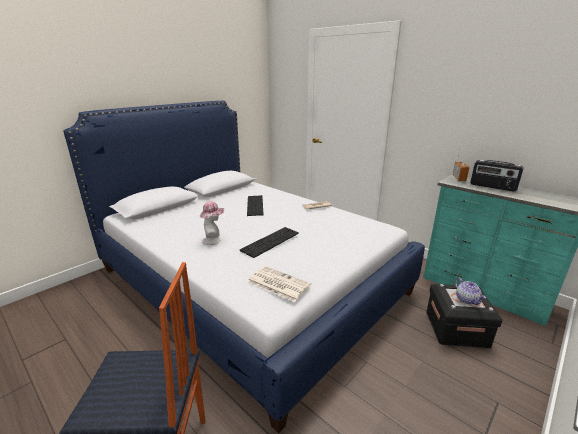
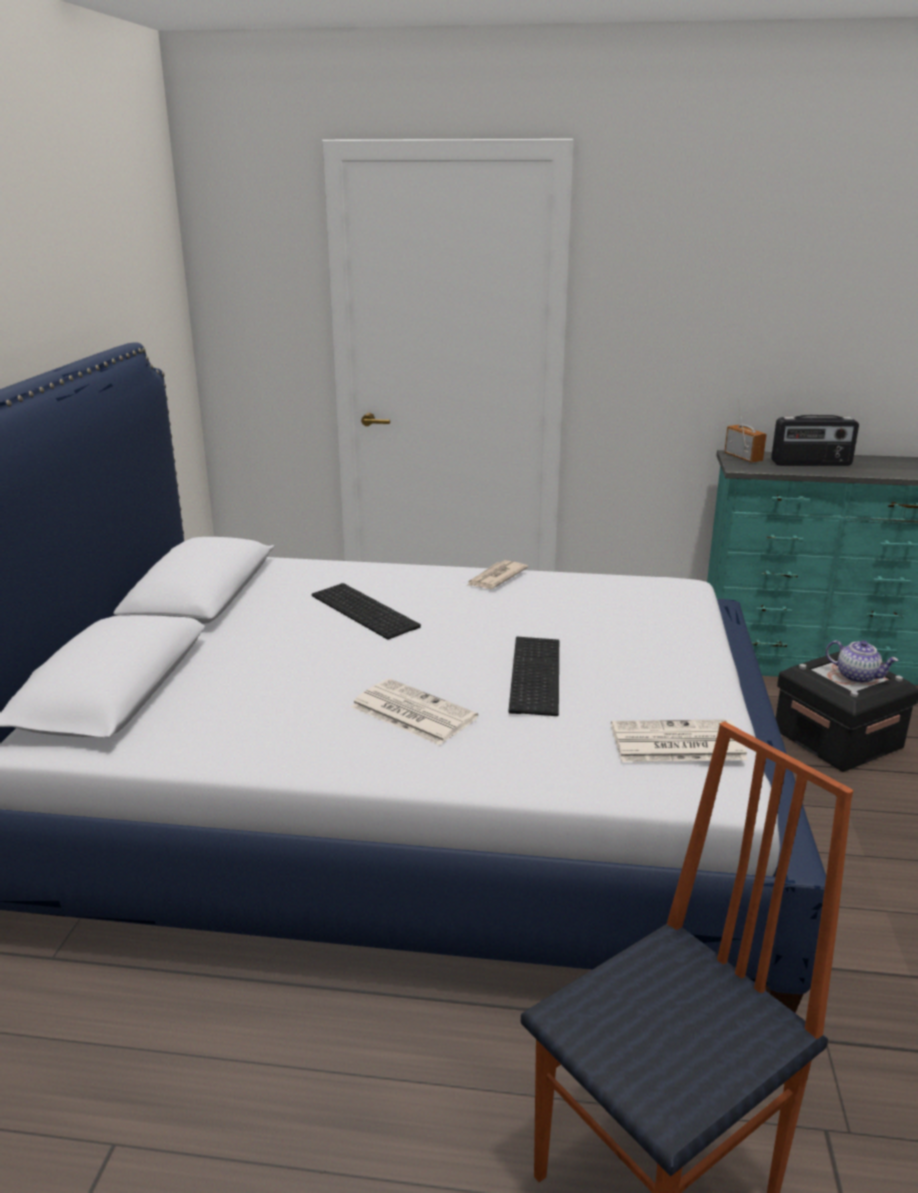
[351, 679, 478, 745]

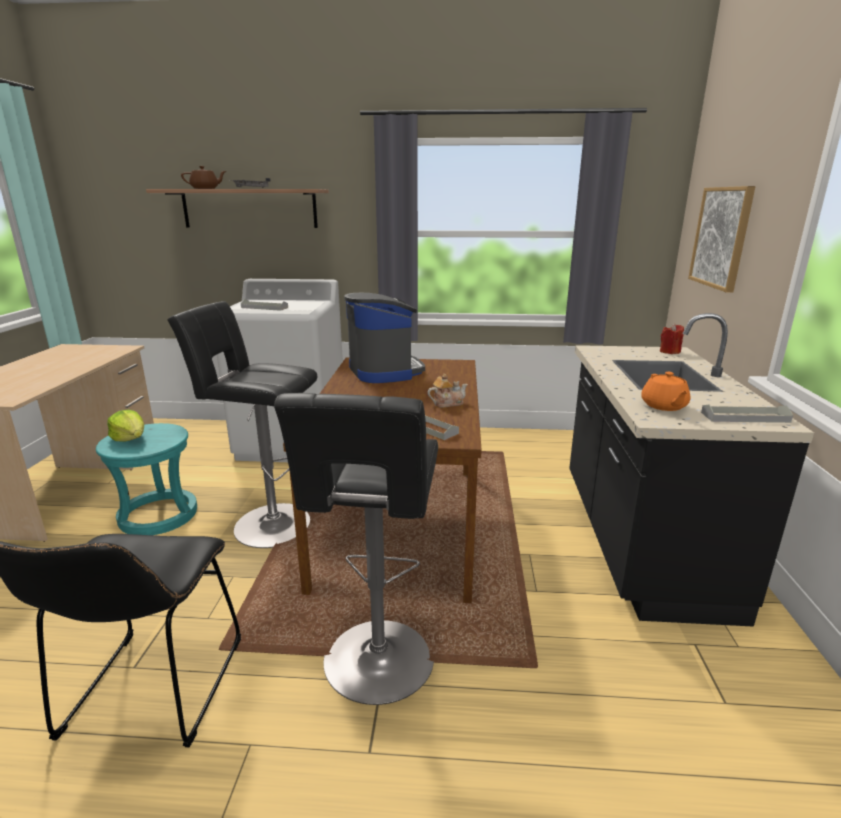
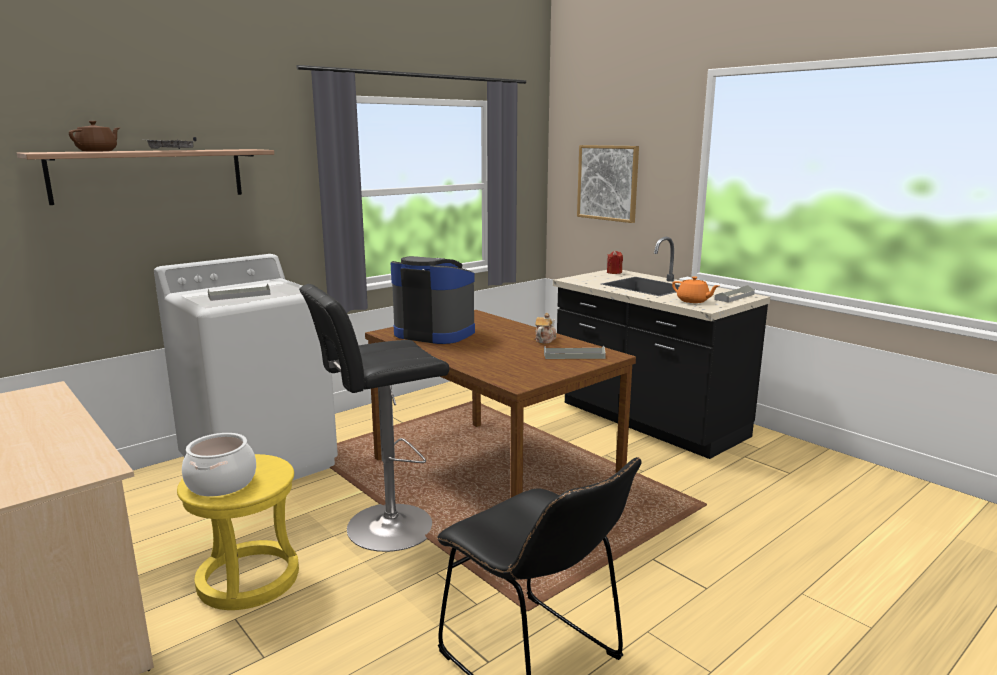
[274, 393, 438, 705] (first image)
[182, 433, 256, 497]
[177, 454, 299, 610]

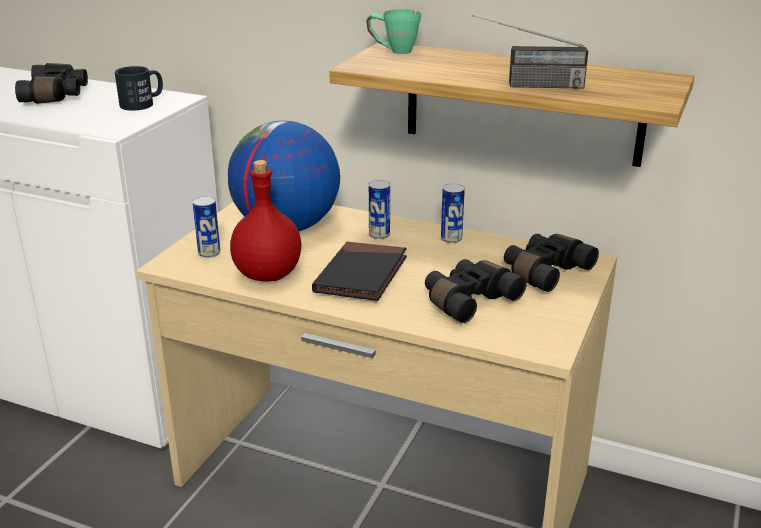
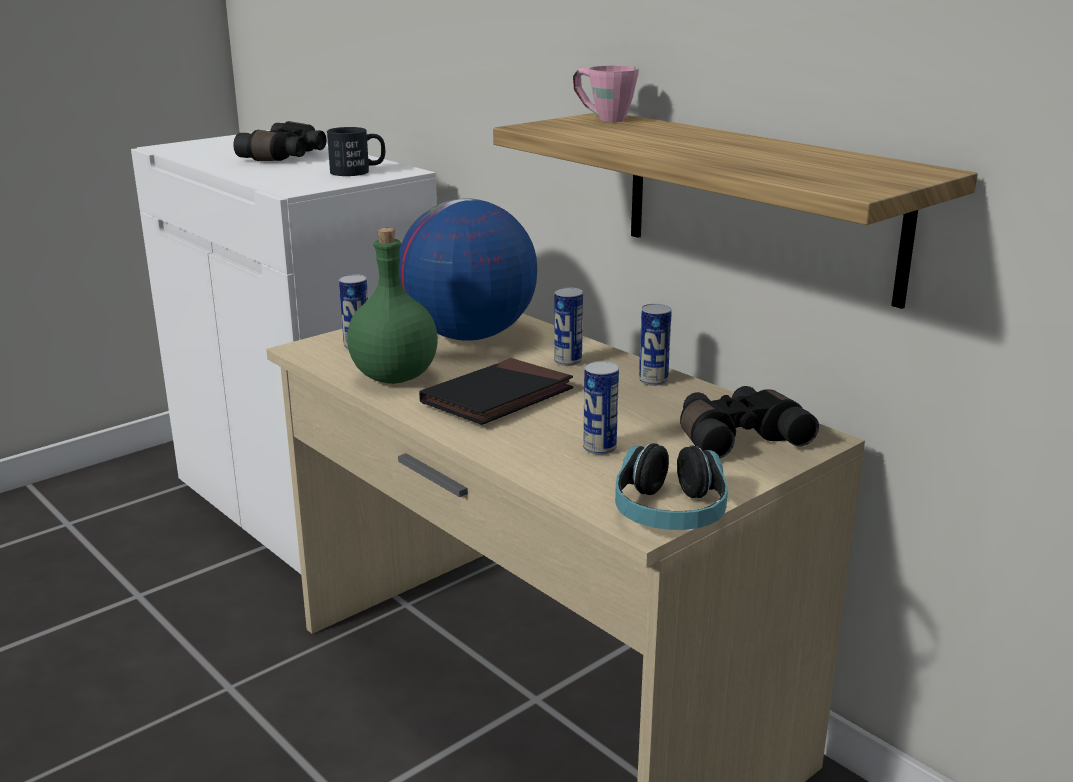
[573, 66, 639, 122]
[472, 15, 588, 89] (first image)
[347, 228, 438, 384]
[583, 361, 619, 455]
[615, 443, 728, 530]

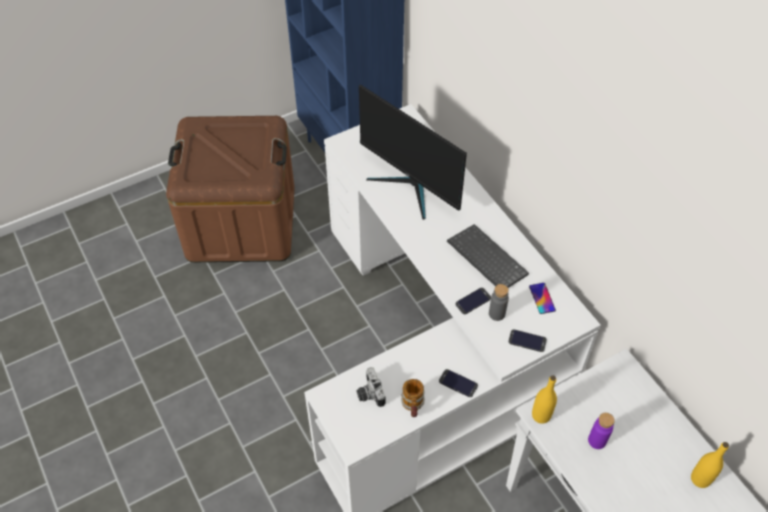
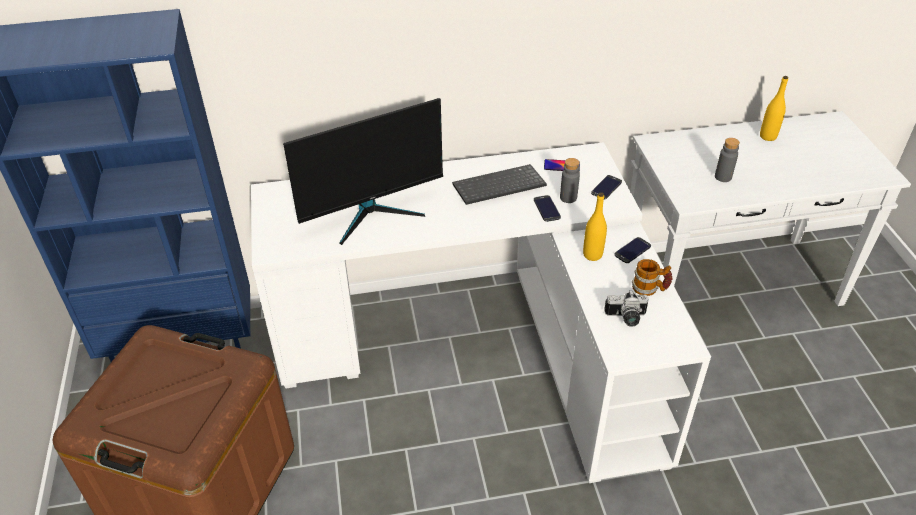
[583, 192, 607, 261]
[715, 138, 740, 182]

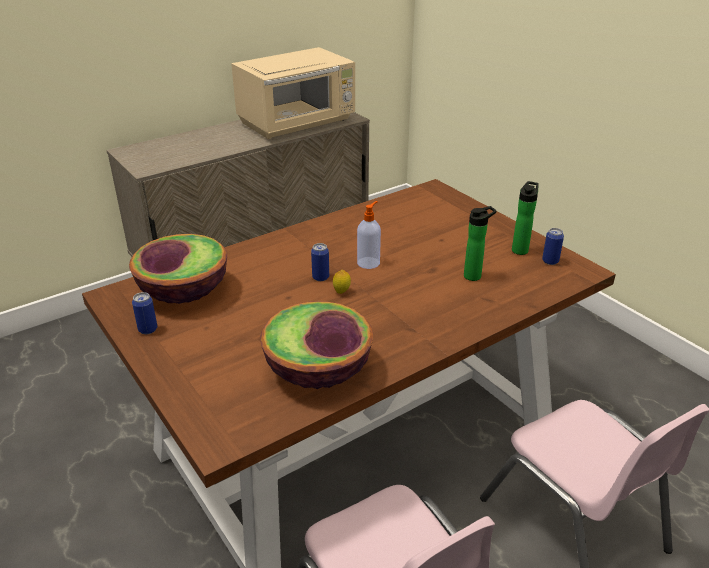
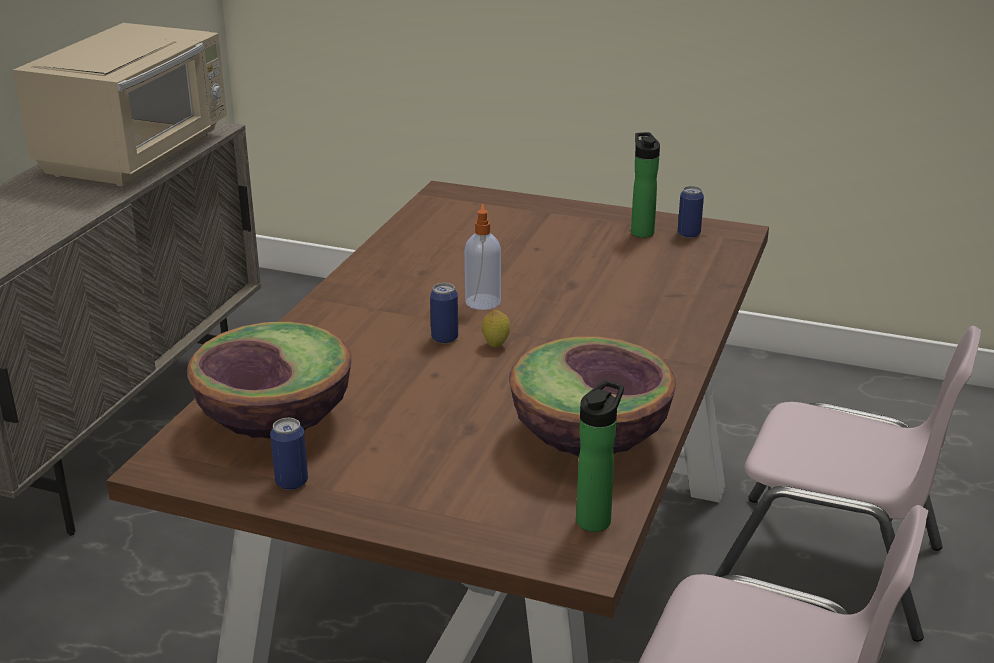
[576, 380, 624, 532]

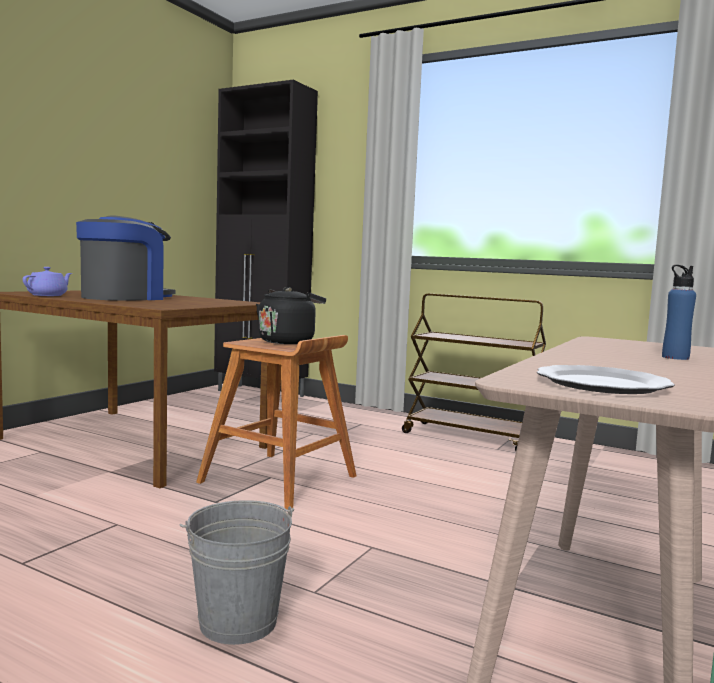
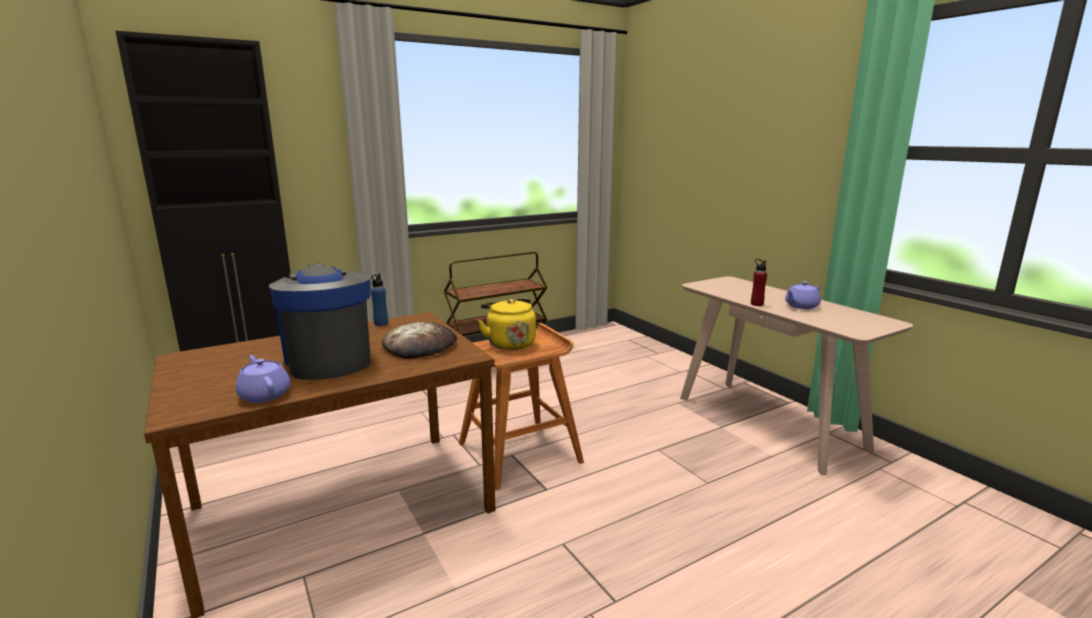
[371, 273, 388, 326]
[478, 299, 536, 350]
[537, 365, 675, 394] (first image)
[180, 500, 294, 645] (first image)
[751, 259, 767, 306]
[785, 281, 821, 309]
[382, 322, 457, 359]

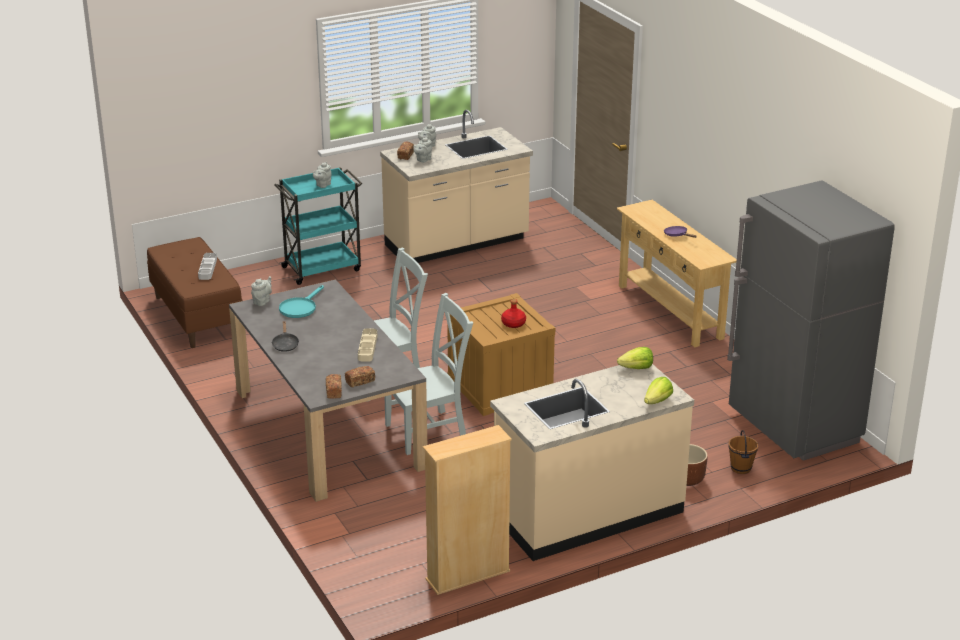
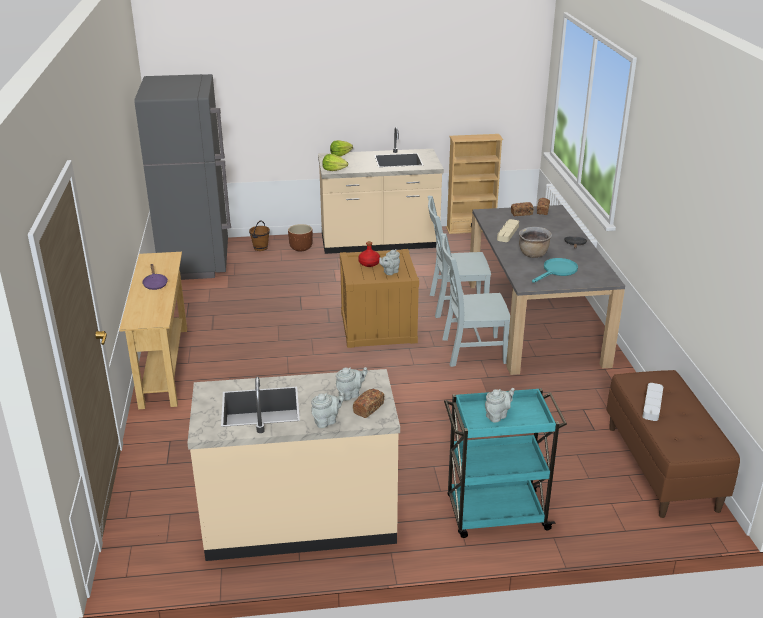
[379, 249, 400, 275]
[519, 227, 552, 258]

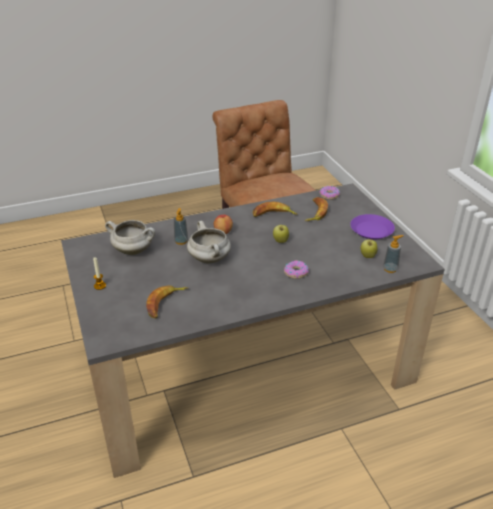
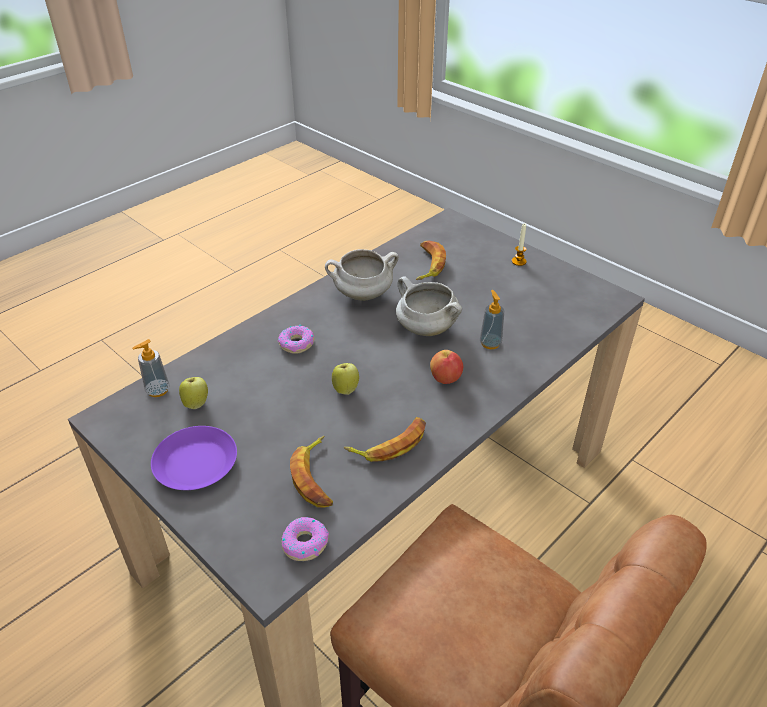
[325, 249, 399, 301]

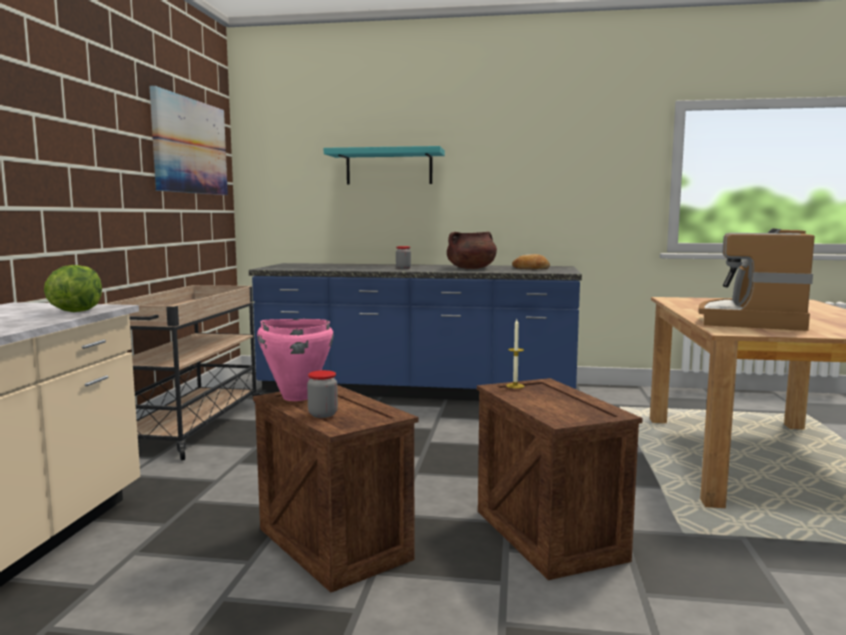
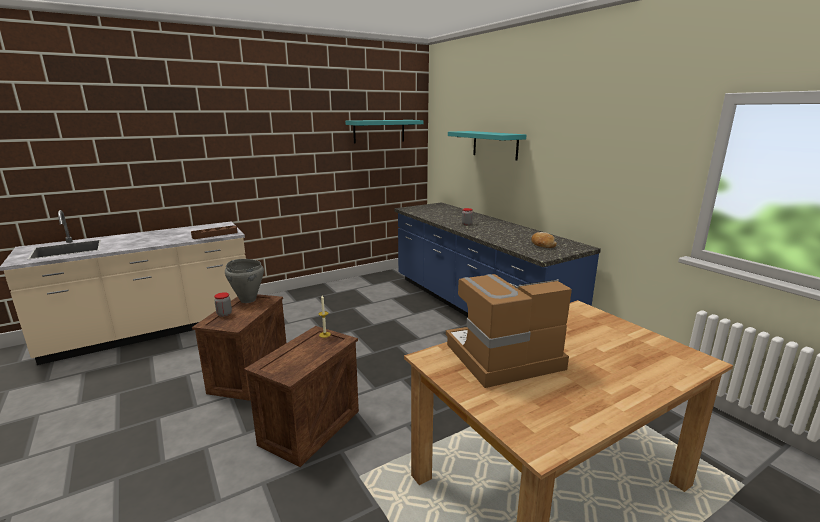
[345, 120, 424, 143]
[447, 232, 497, 269] (first image)
[191, 226, 238, 239]
[105, 285, 266, 461] (first image)
[225, 259, 264, 303]

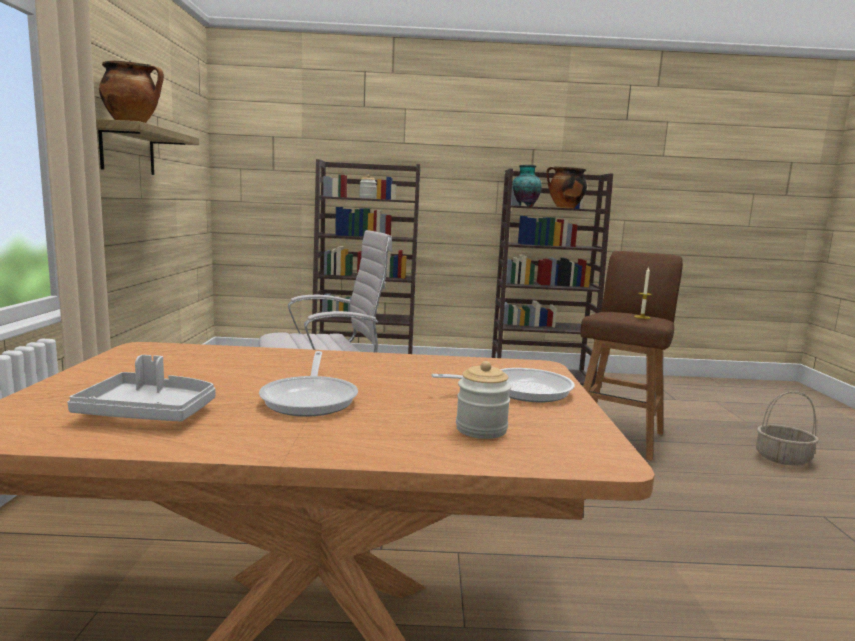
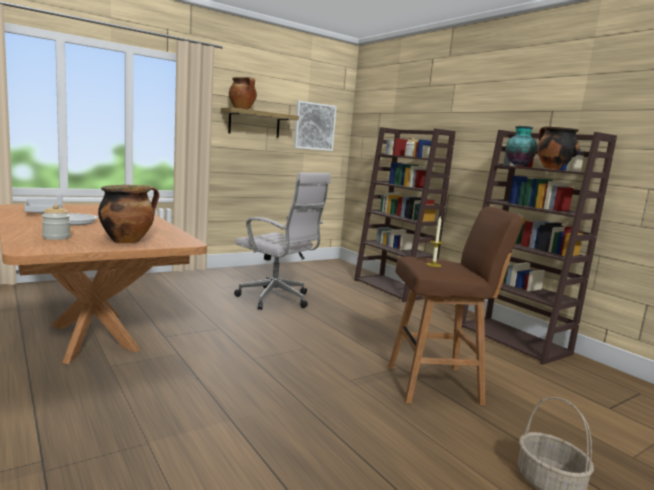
[98, 185, 159, 243]
[294, 101, 337, 151]

